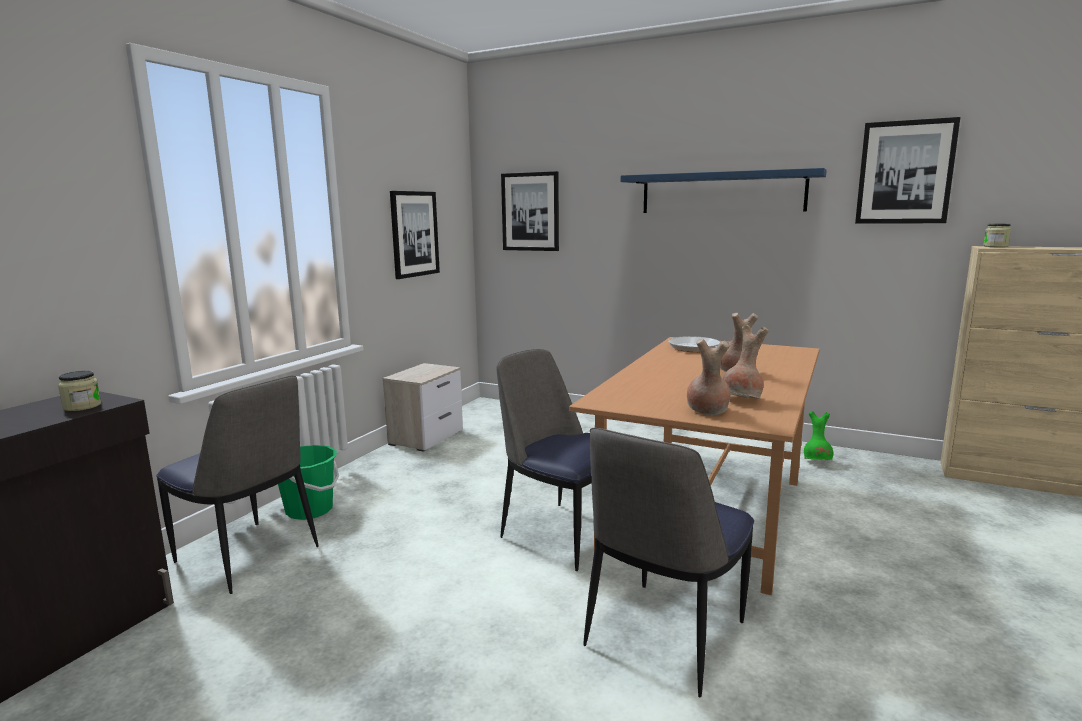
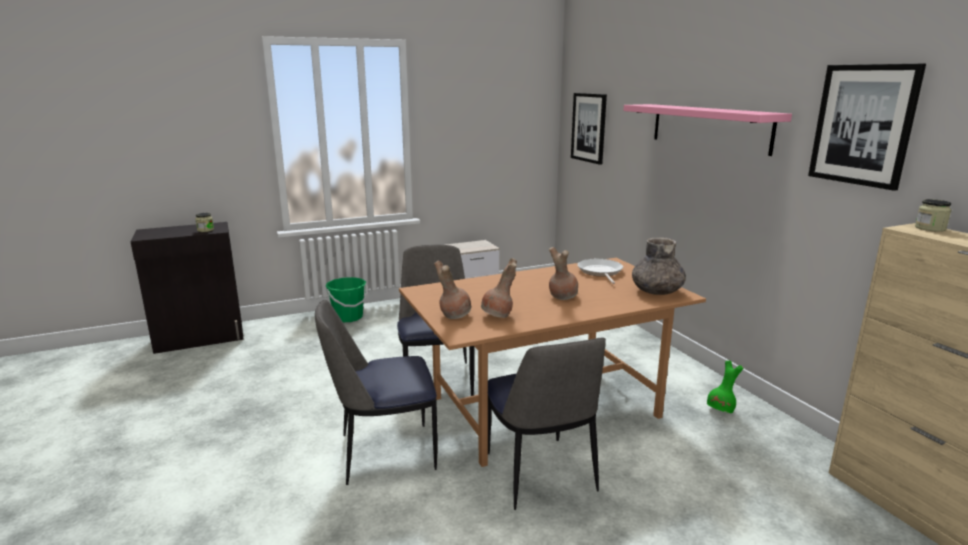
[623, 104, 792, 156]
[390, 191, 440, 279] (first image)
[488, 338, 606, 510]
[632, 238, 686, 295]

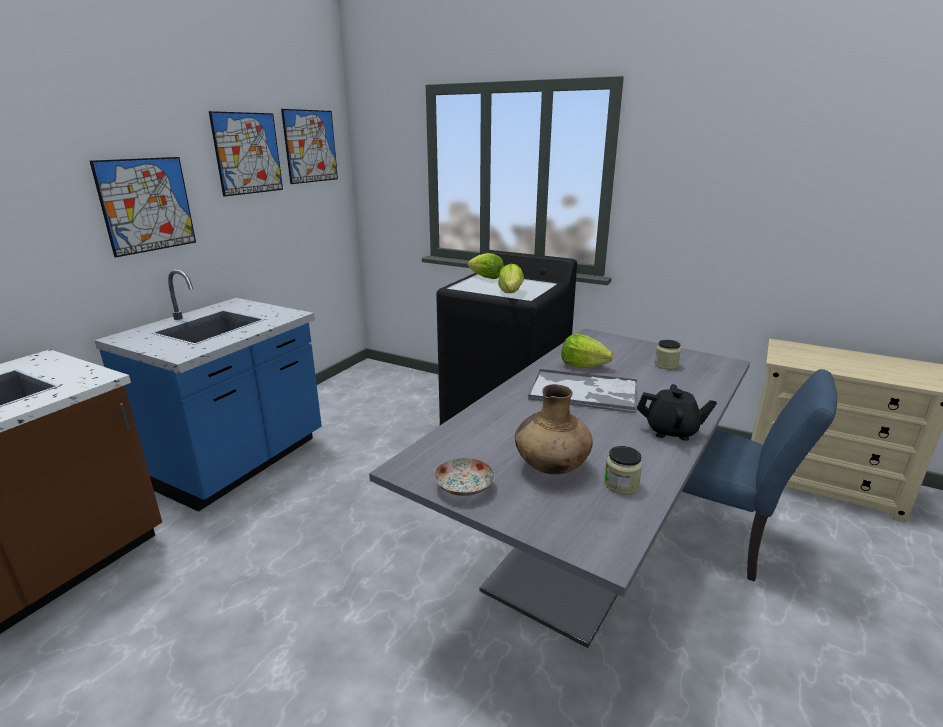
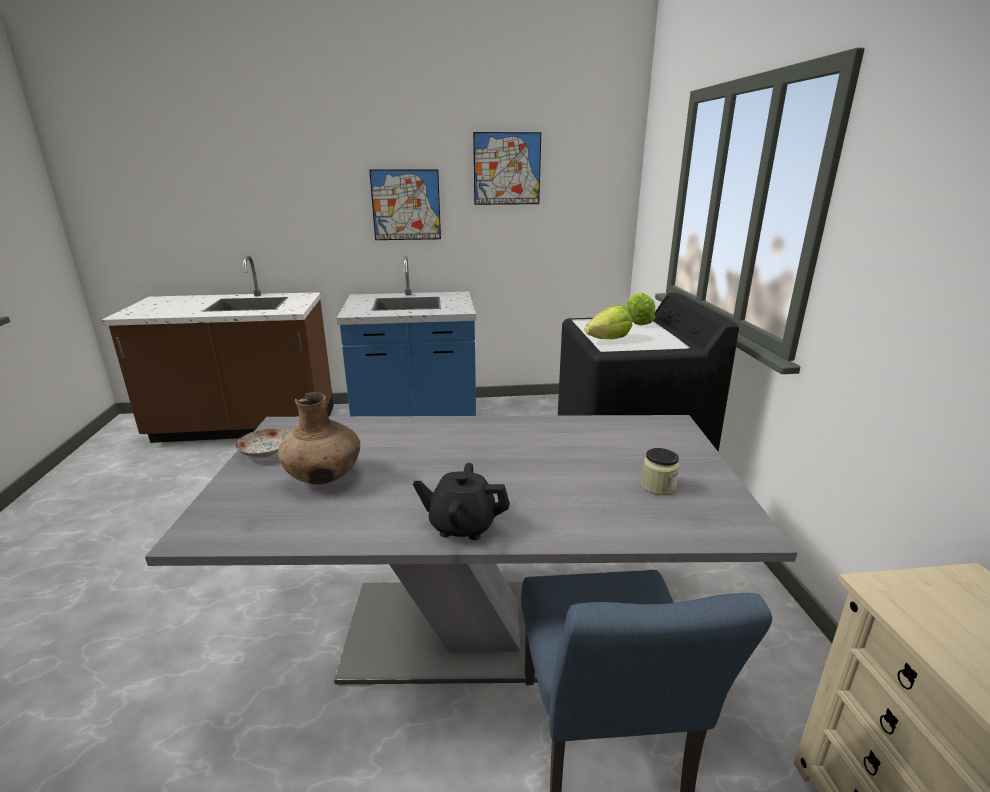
[281, 109, 338, 184] (first image)
[561, 334, 613, 368] (first image)
[528, 369, 637, 413] (first image)
[413, 463, 510, 540]
[604, 446, 642, 495] (first image)

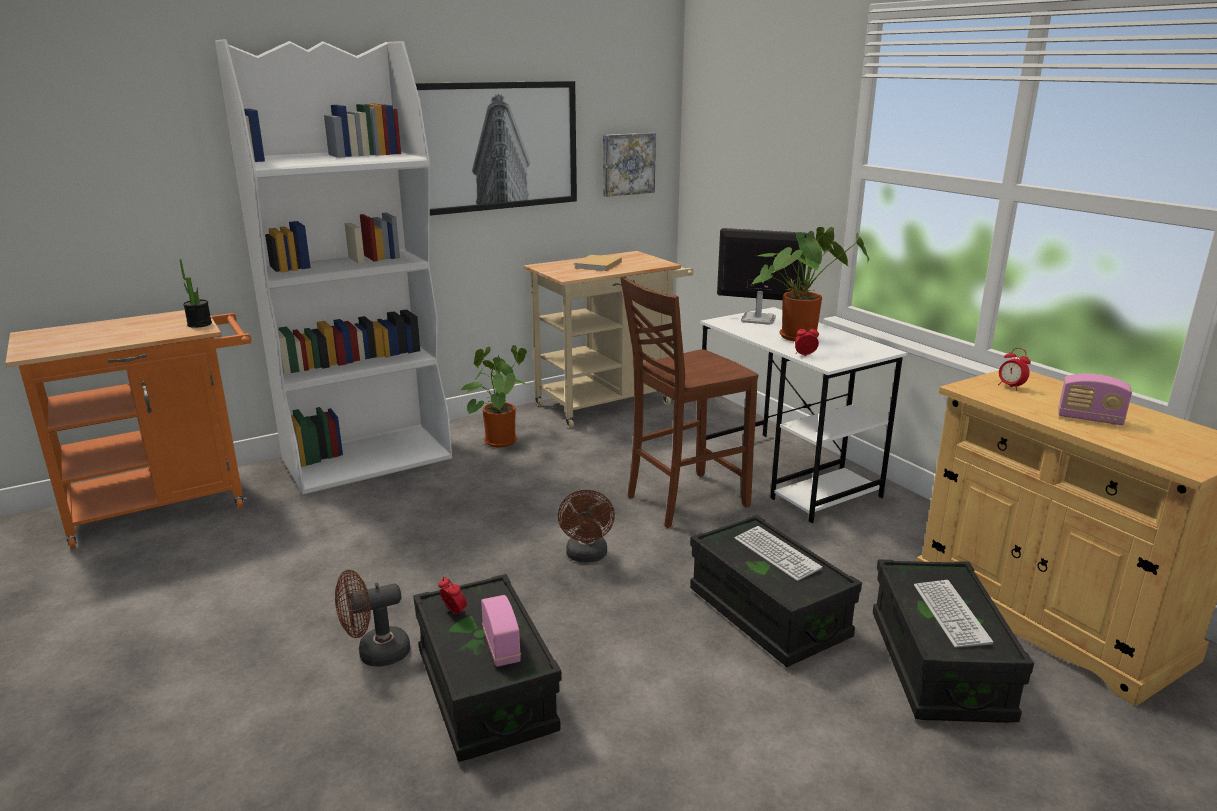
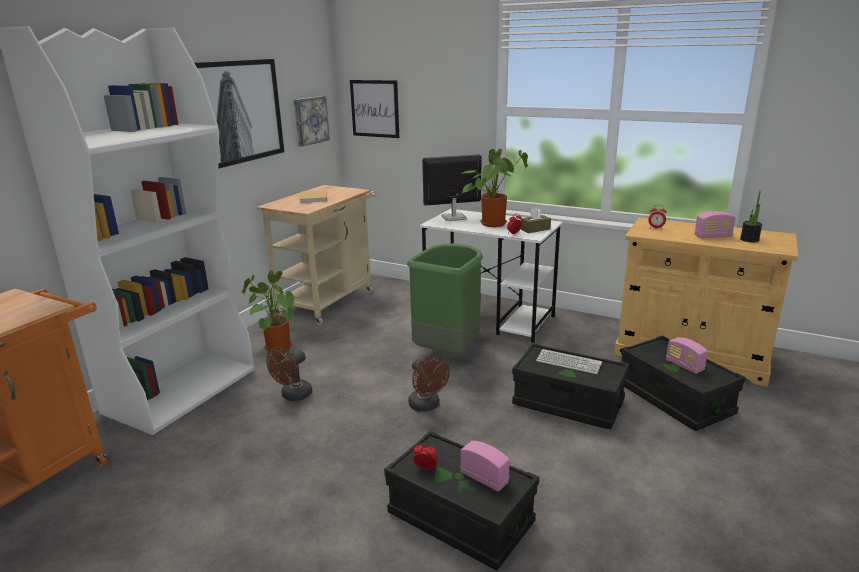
[740, 191, 762, 243]
[407, 244, 483, 355]
[266, 347, 312, 401]
[666, 337, 708, 374]
[350, 80, 399, 138]
[521, 207, 551, 233]

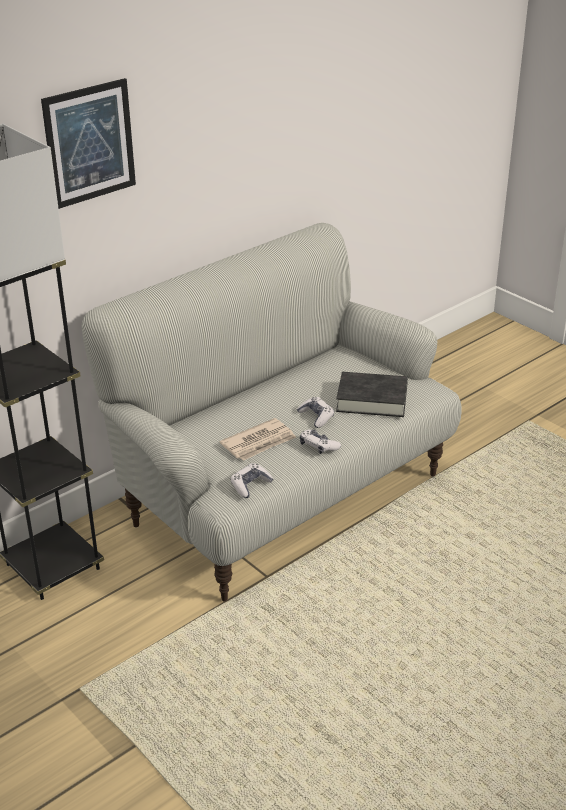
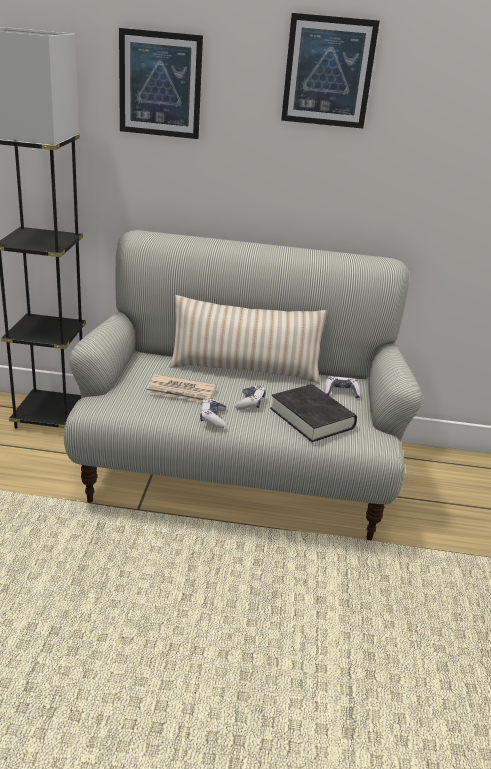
[324, 376, 360, 399]
[281, 13, 380, 129]
[169, 295, 327, 383]

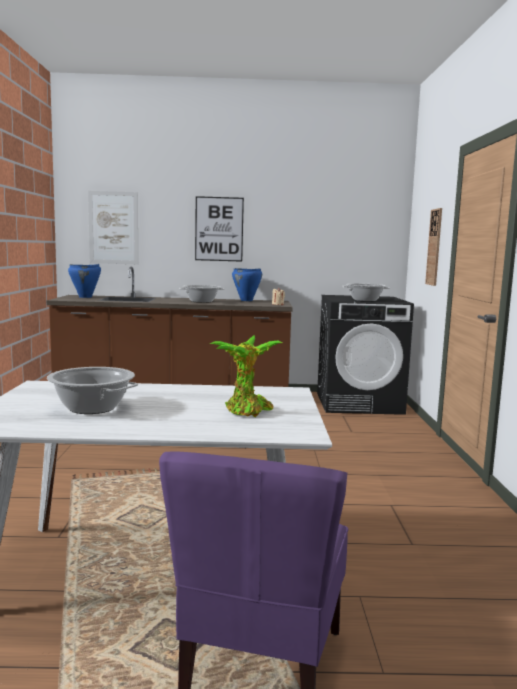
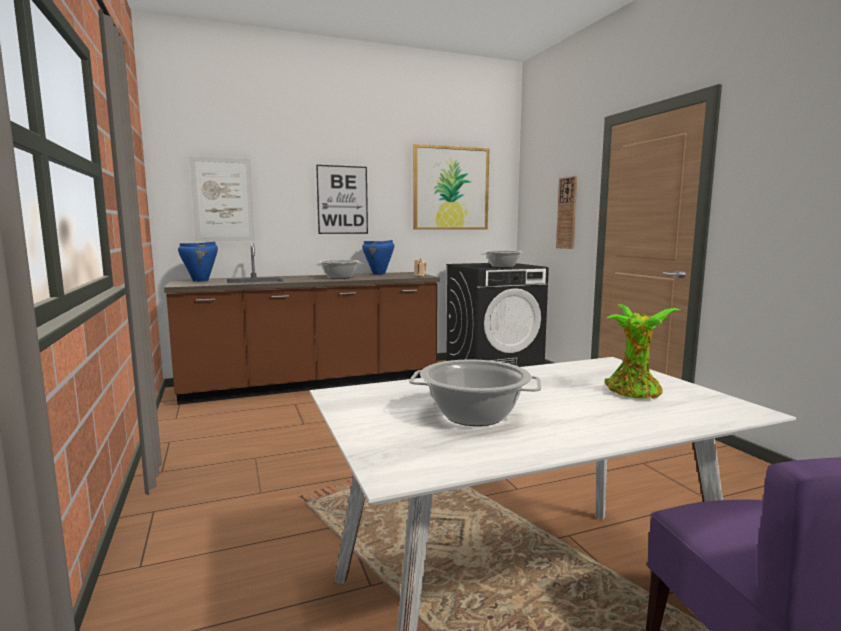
[413, 144, 489, 230]

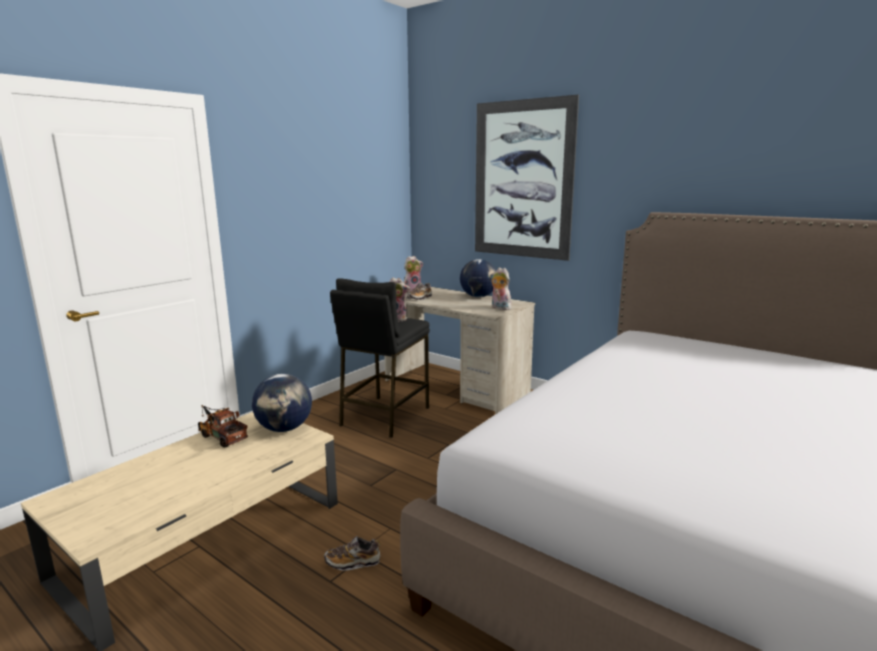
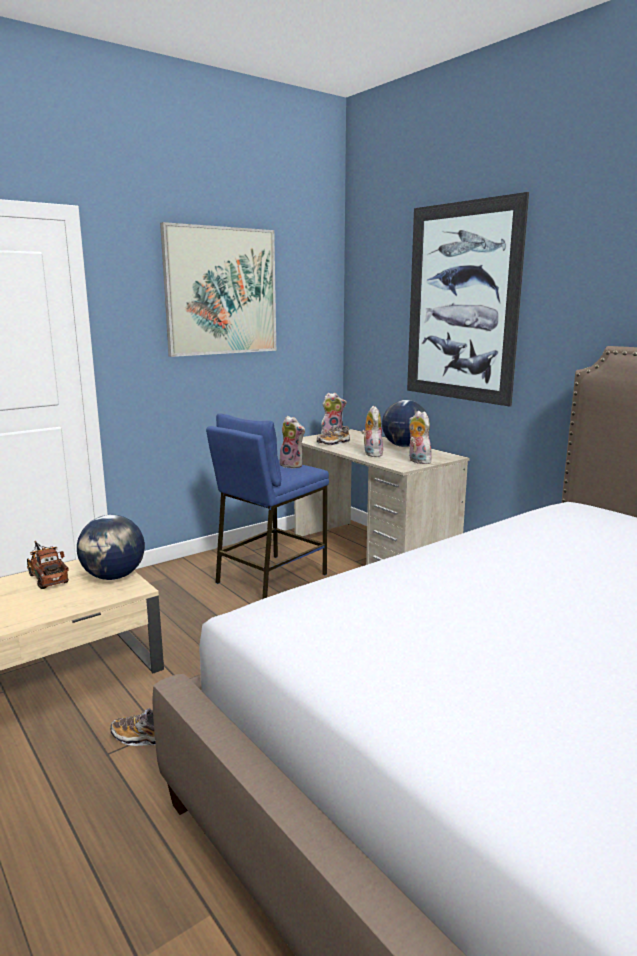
[206, 413, 329, 599]
[160, 222, 276, 357]
[361, 406, 383, 457]

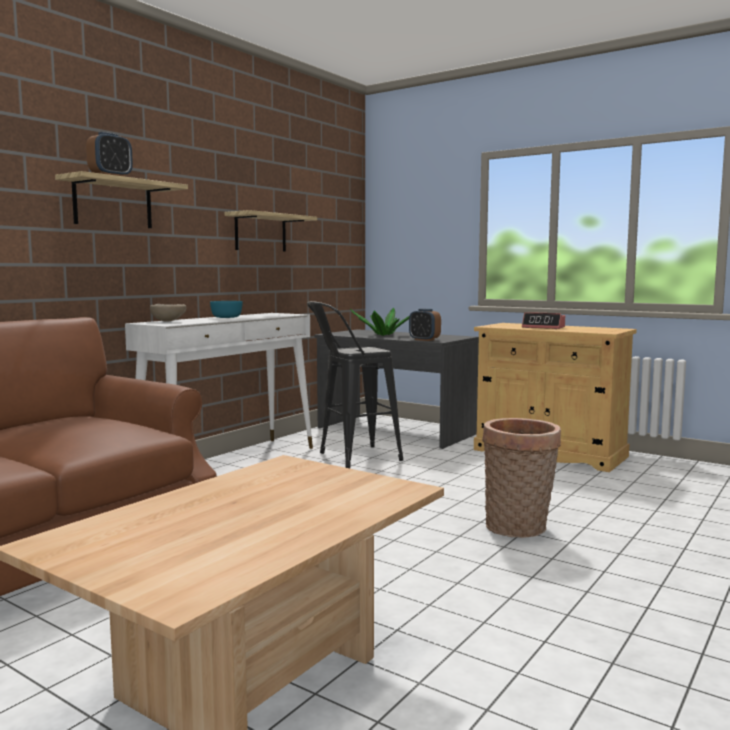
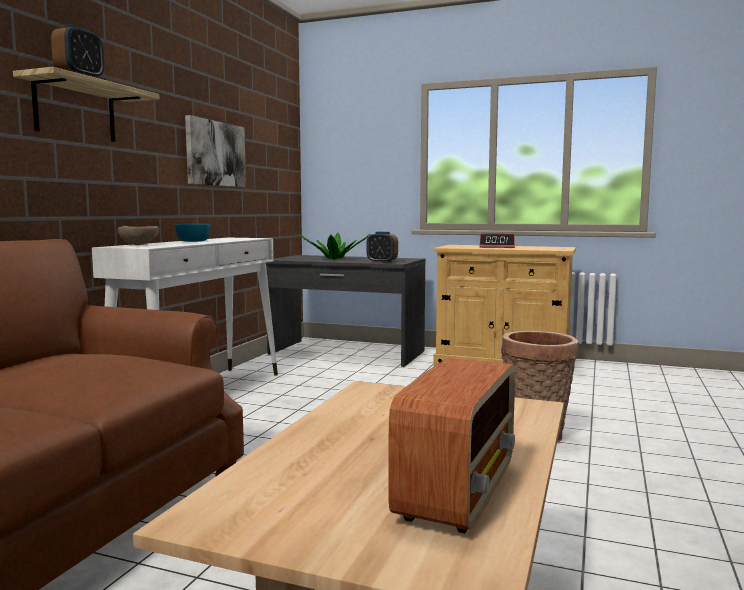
[185, 115, 246, 187]
[307, 301, 403, 468] (first image)
[388, 358, 515, 533]

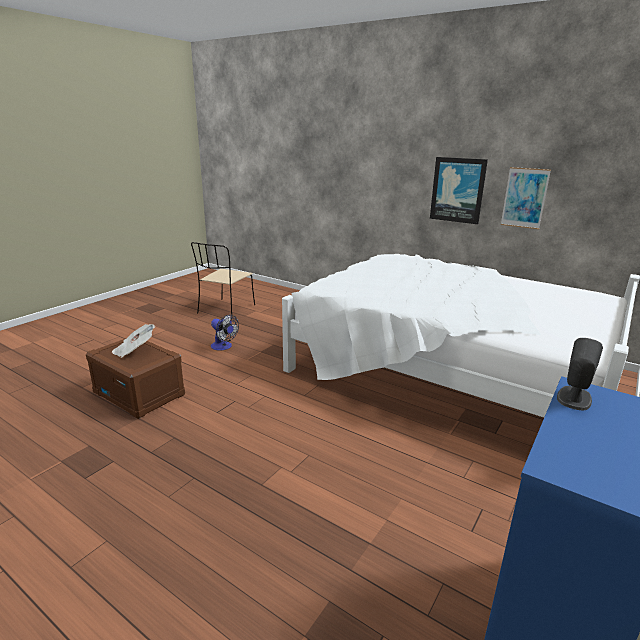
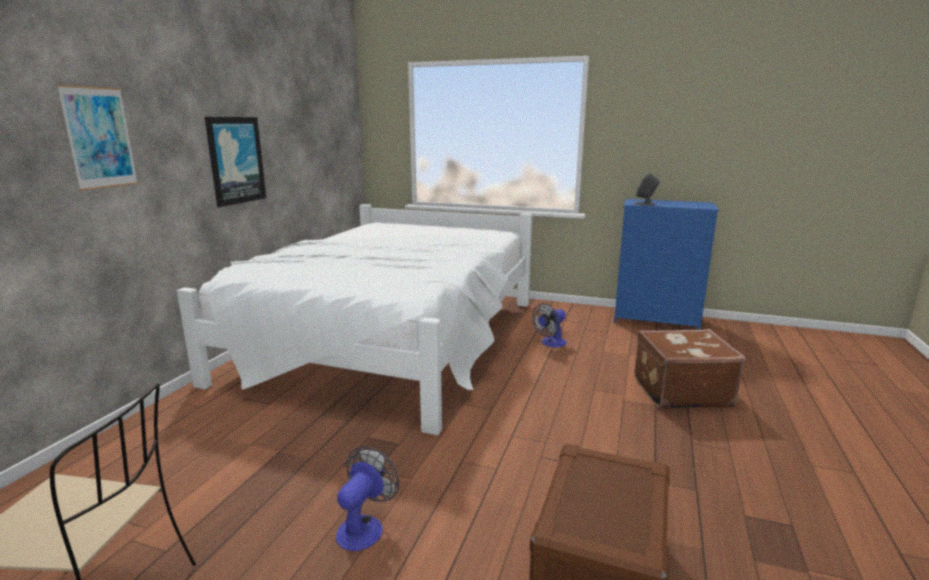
[56, 85, 138, 191]
[112, 324, 155, 358] (first image)
[532, 303, 567, 347]
[634, 329, 746, 409]

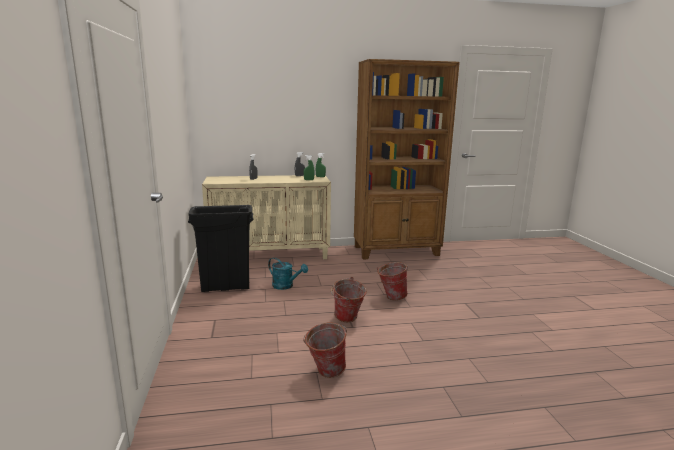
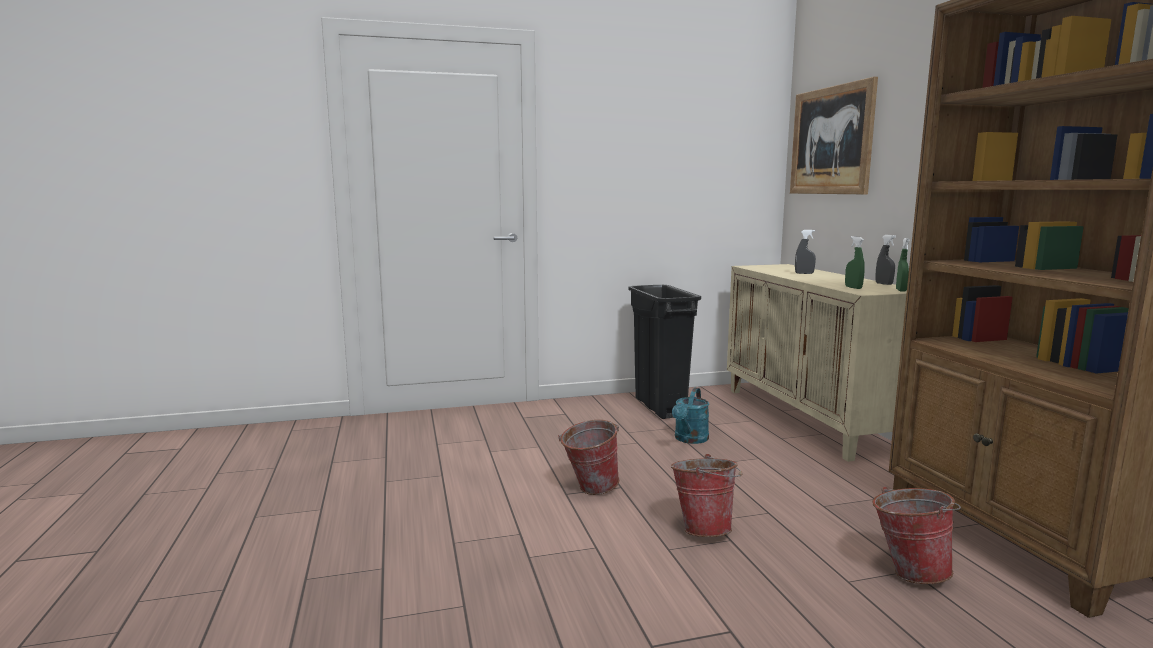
[872, 487, 961, 584]
[790, 77, 878, 194]

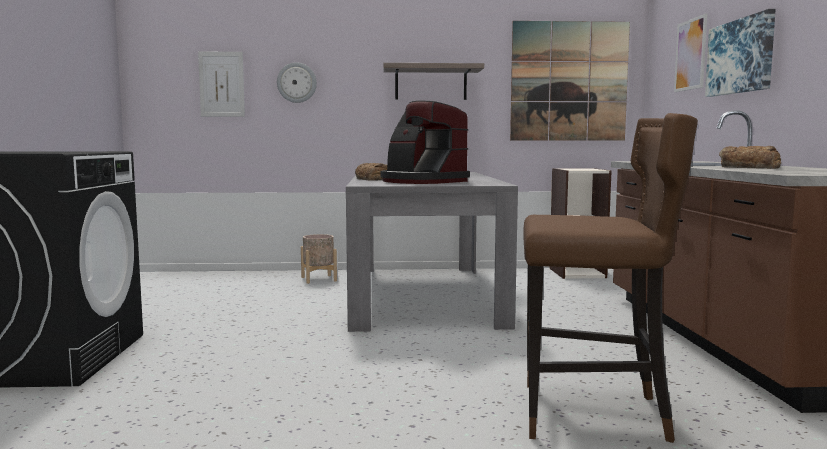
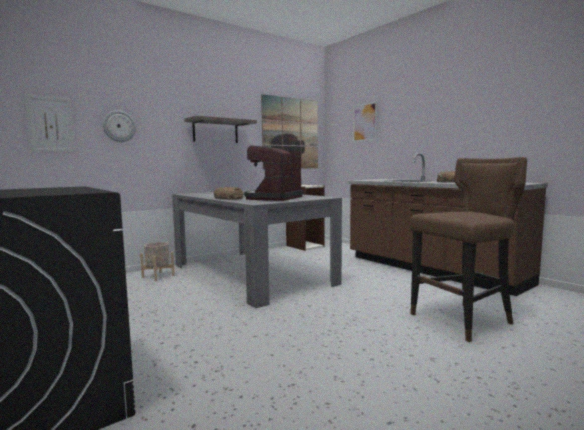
[705, 9, 776, 97] (first image)
[244, 145, 304, 201]

